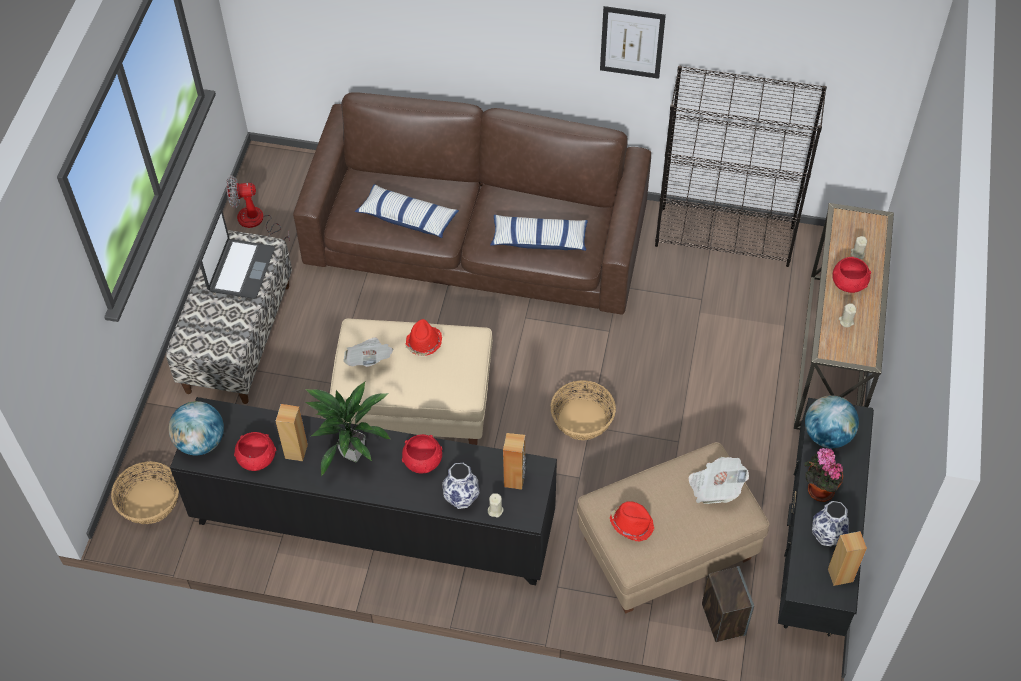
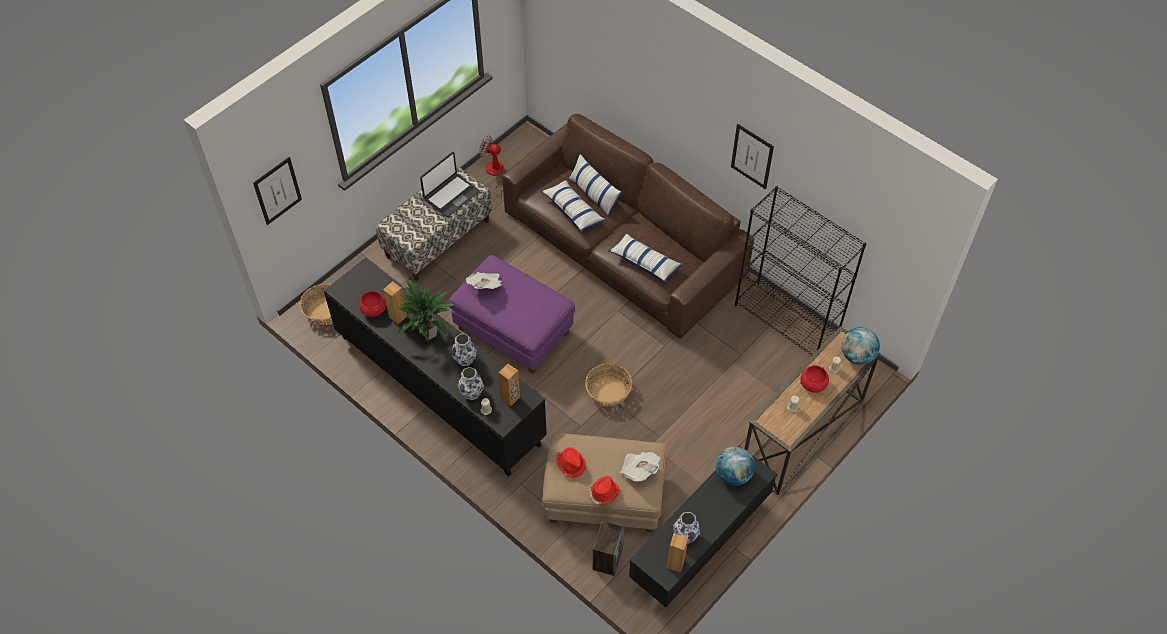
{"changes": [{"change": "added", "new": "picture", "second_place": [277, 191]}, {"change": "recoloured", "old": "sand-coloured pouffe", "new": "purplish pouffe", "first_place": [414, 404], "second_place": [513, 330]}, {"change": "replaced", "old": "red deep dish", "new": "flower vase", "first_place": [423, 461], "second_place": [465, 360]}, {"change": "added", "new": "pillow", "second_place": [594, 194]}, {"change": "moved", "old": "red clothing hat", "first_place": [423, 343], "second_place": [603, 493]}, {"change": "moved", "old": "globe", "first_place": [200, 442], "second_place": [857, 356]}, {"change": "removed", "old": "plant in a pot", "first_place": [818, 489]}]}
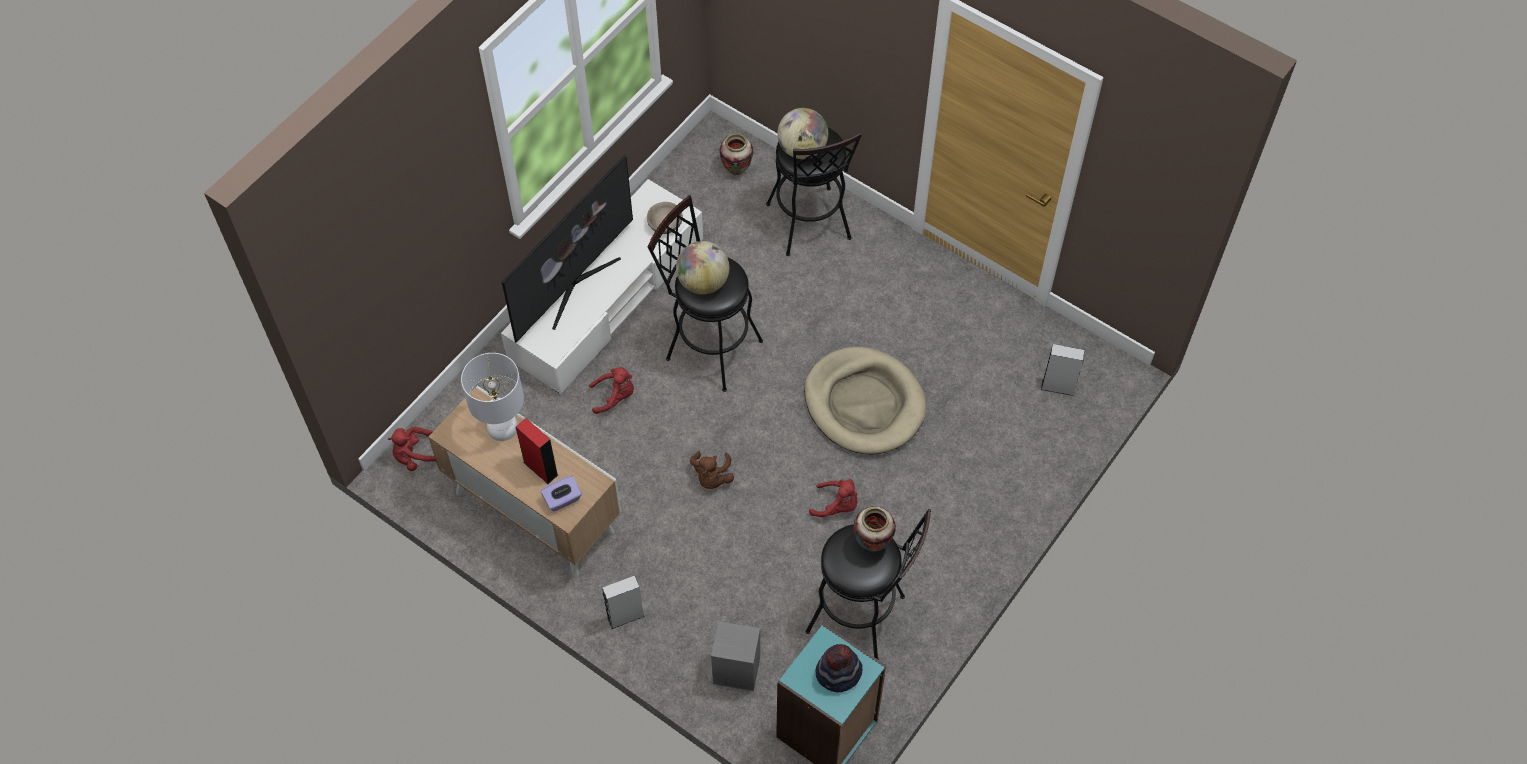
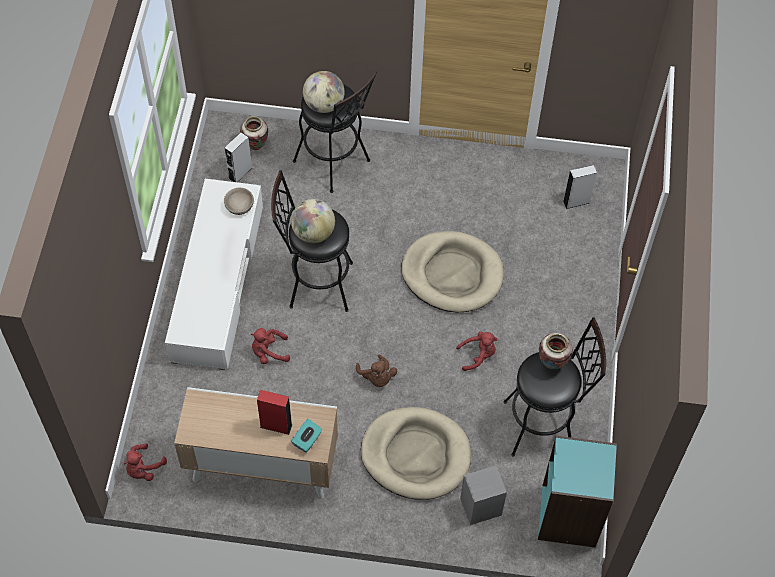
{"changes": [{"change": "moved", "old": "greyish audio speaker", "first_place": [625, 616], "second_place": [240, 173]}, {"change": "turned", "old": "red cuddly toy", "first_place": [615, 396], "second_place": [269, 352], "degrees": -150}, {"change": "recoloured", "old": "purplish box of tissues", "new": "turquoise-coloured box of tissues", "first_place": [562, 499], "second_place": [307, 440]}, {"change": "added", "new": "sand-coloured pet bed", "second_place": [416, 455]}, {"change": "removed", "old": "white-coloured lamp for a table", "first_place": [502, 426]}, {"change": "removed", "old": "television", "first_place": [574, 285]}, {"change": "removed", "old": "clothing hat", "first_place": [838, 673]}]}
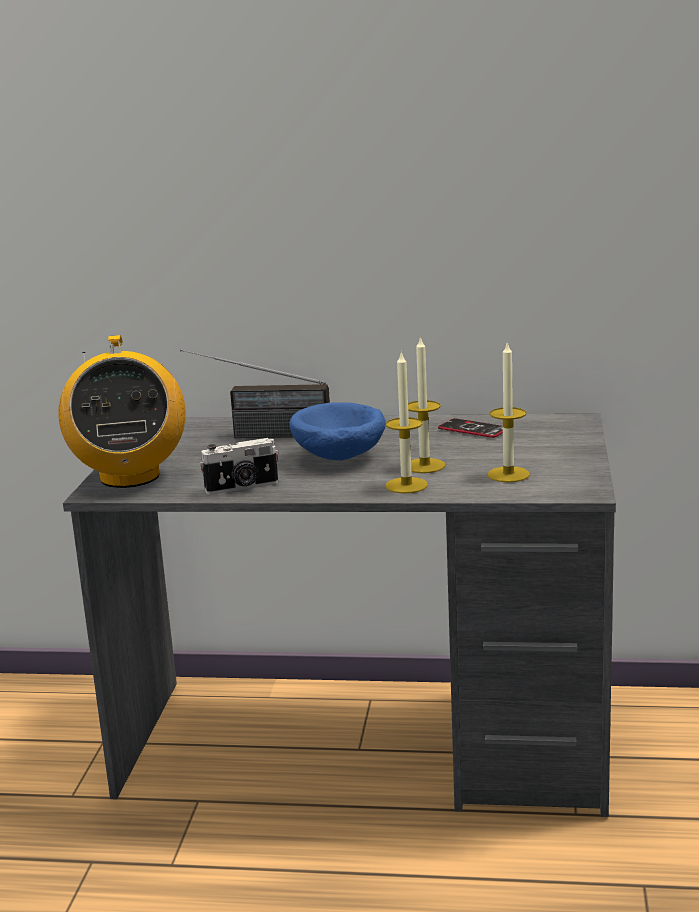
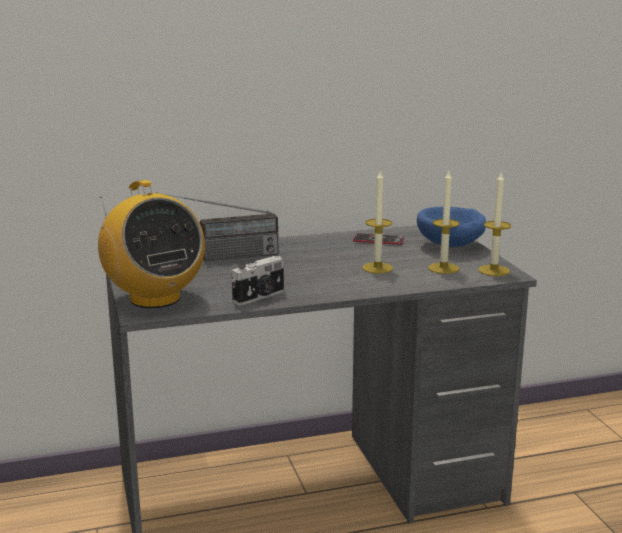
{"changes": [{"change": "moved", "old": "blue-coloured deep dish", "first_place": [338, 459], "second_place": [450, 246]}, {"change": "moved", "old": "candle", "first_place": [406, 485], "second_place": [494, 270]}]}
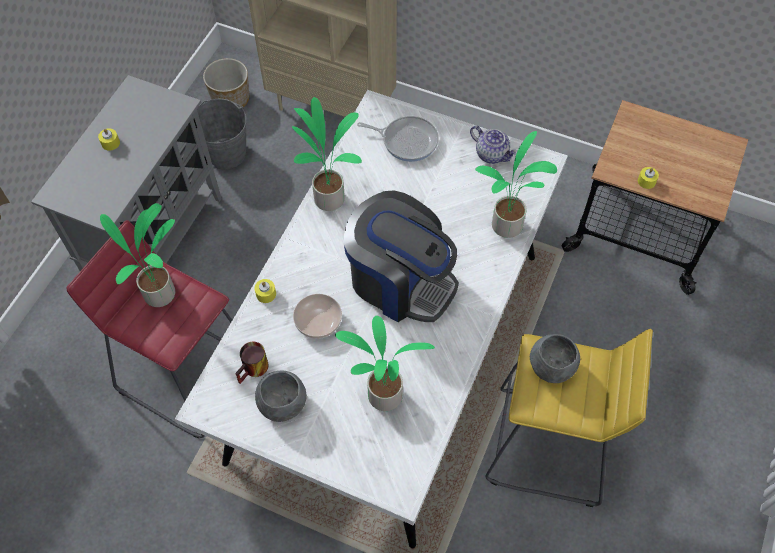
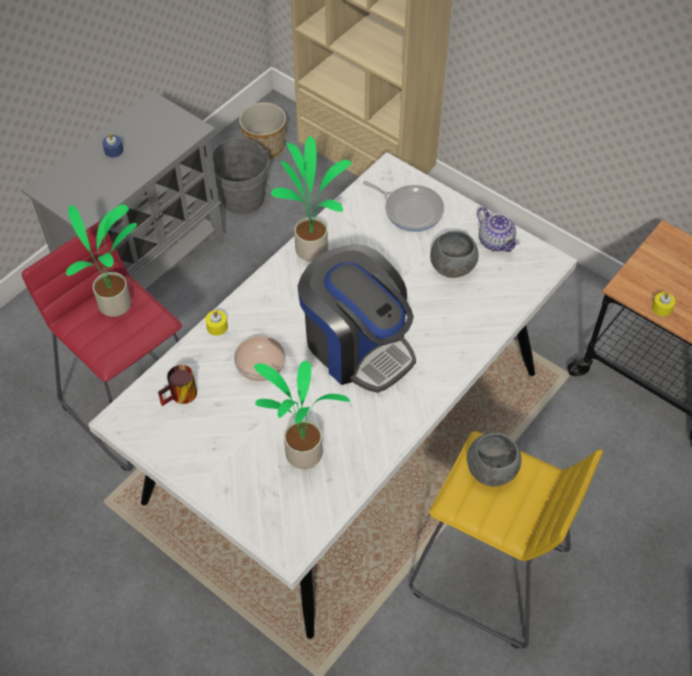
{"changes": [{"change": "recoloured", "old": "yellow-coloured candle", "new": "blue-coloured candle", "first_place": [110, 143], "second_place": [113, 150]}, {"change": "moved", "old": "greyish deep dish", "first_place": [282, 404], "second_place": [452, 267]}, {"change": "removed", "old": "plant in a pot", "first_place": [507, 228]}]}
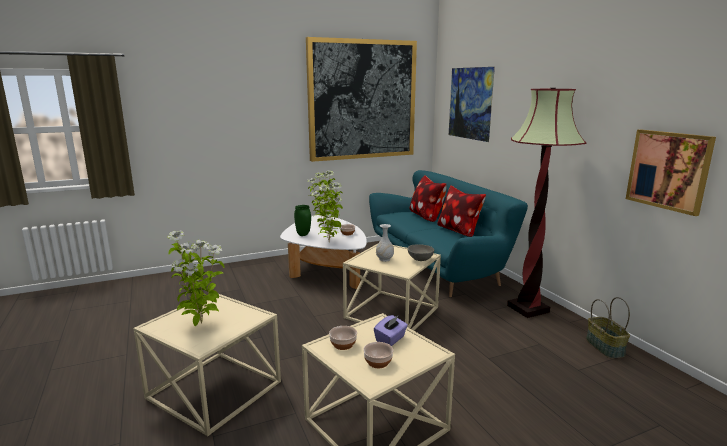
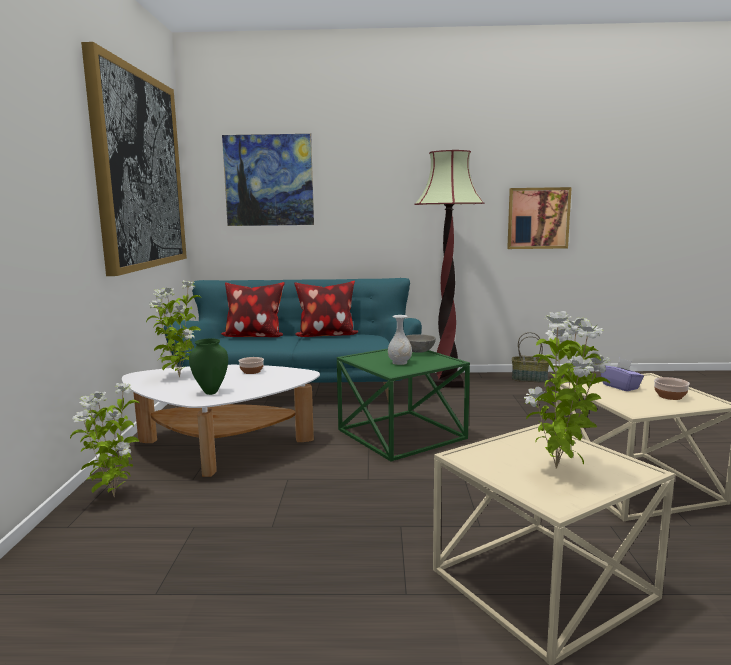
{"changes": [{"change": "moved", "old": "plant in a pot", "first_place": [329, 241], "second_place": [113, 496]}, {"change": "recoloured", "old": "sand-coloured accent table", "new": "greenish accent table", "first_place": [392, 312], "second_place": [401, 433]}, {"change": "removed", "old": "deep dish", "first_place": [343, 345]}]}
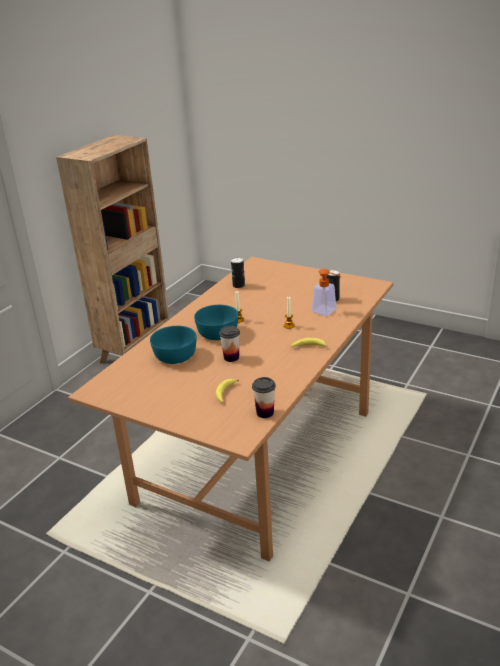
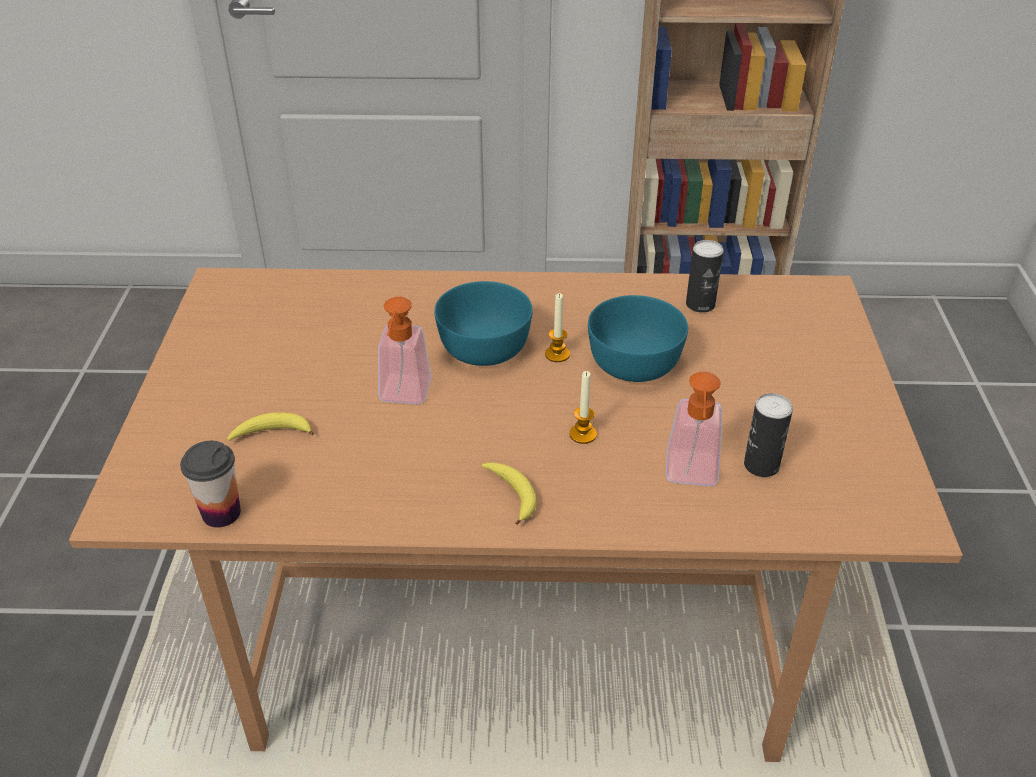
{"changes": [{"change": "replaced", "old": "small cup", "new": "liquid soap bottle", "first_place": [231, 357], "second_place": [403, 397]}, {"change": "moved", "old": "turquoise-coloured deep dish", "first_place": [176, 356], "second_place": [635, 363]}]}
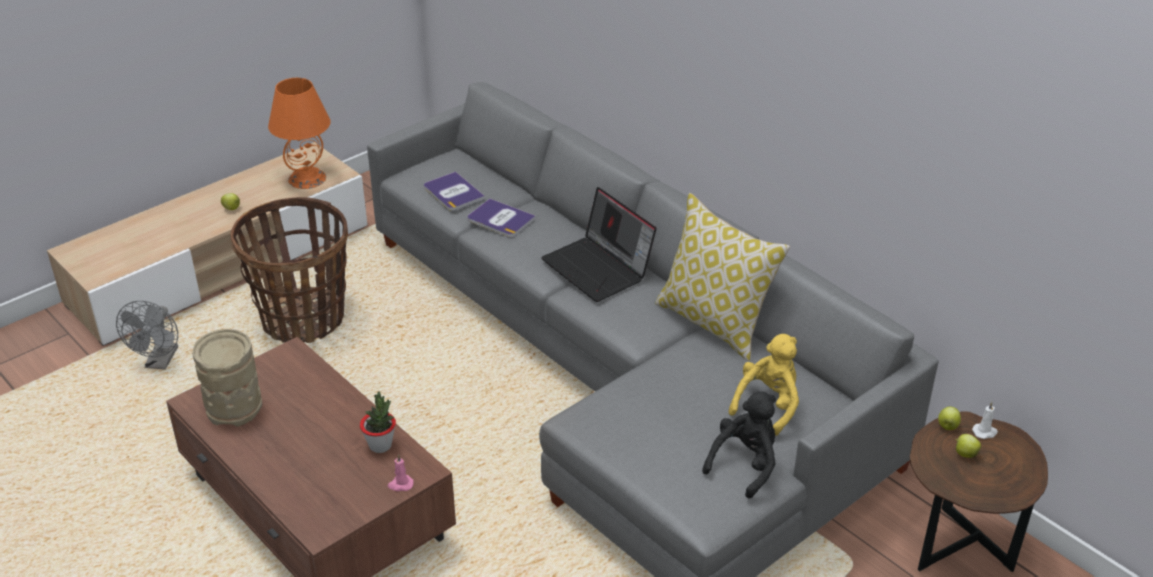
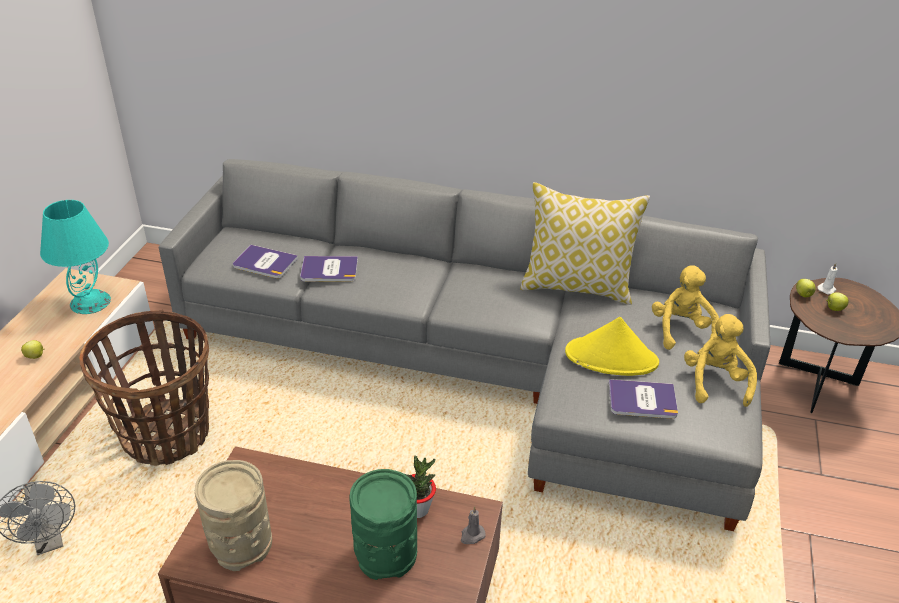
{"changes": [{"change": "recoloured", "old": "orange lamp for a table", "new": "turquoise-coloured lamp for a table", "first_place": [307, 179], "second_place": [90, 302]}, {"change": "added", "new": "greenish flower vase", "second_place": [386, 553]}, {"change": "recoloured", "old": "pink candle", "new": "greyish candle", "first_place": [400, 484], "second_place": [472, 535]}, {"change": "added", "new": "yellow-coloured clothing hat", "second_place": [611, 358]}, {"change": "added", "new": "book", "second_place": [642, 400]}, {"change": "recoloured", "old": "black-coloured cuddly toy", "new": "yellow-coloured cuddly toy", "first_place": [745, 464], "second_place": [715, 382]}, {"change": "removed", "old": "laptop", "first_place": [599, 268]}]}
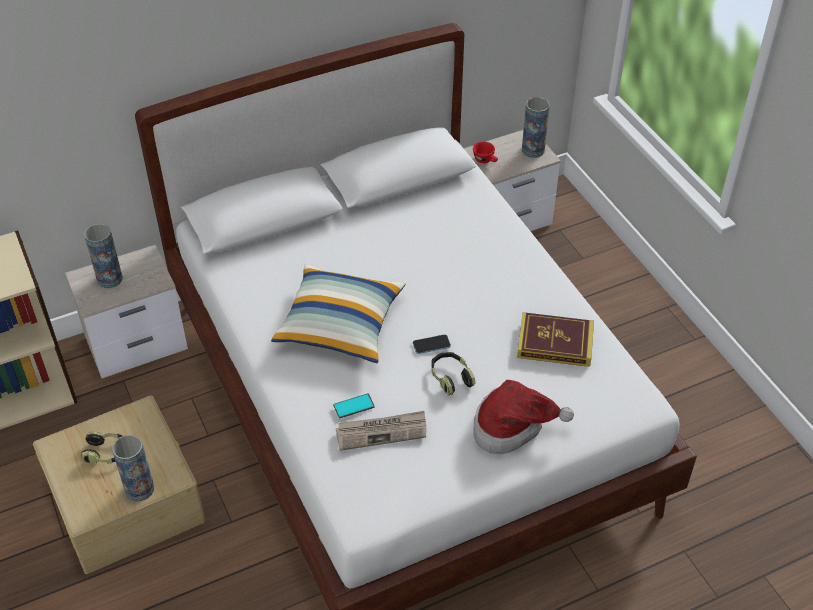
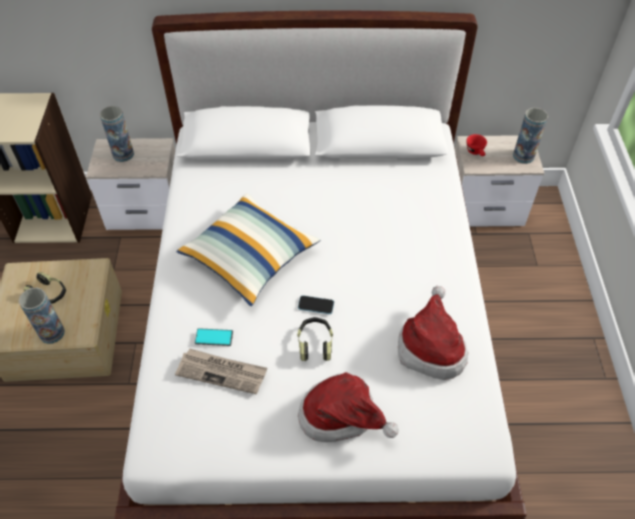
{"changes": [{"change": "replaced", "old": "book", "new": "clothing hat", "first_place": [555, 343], "second_place": [430, 347]}]}
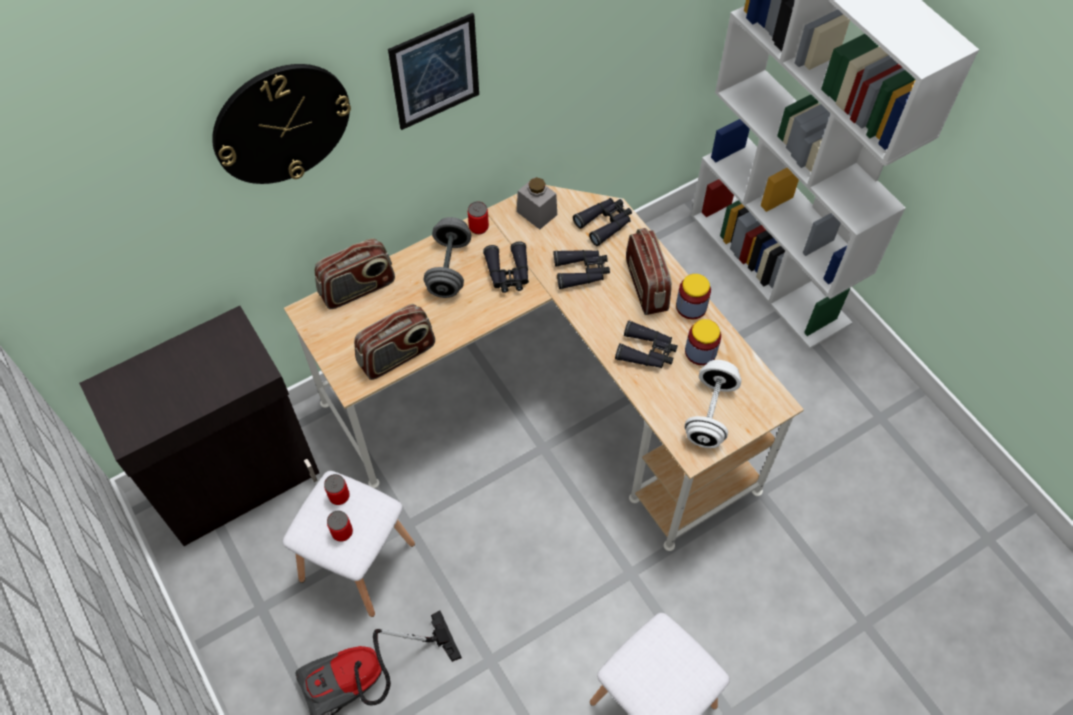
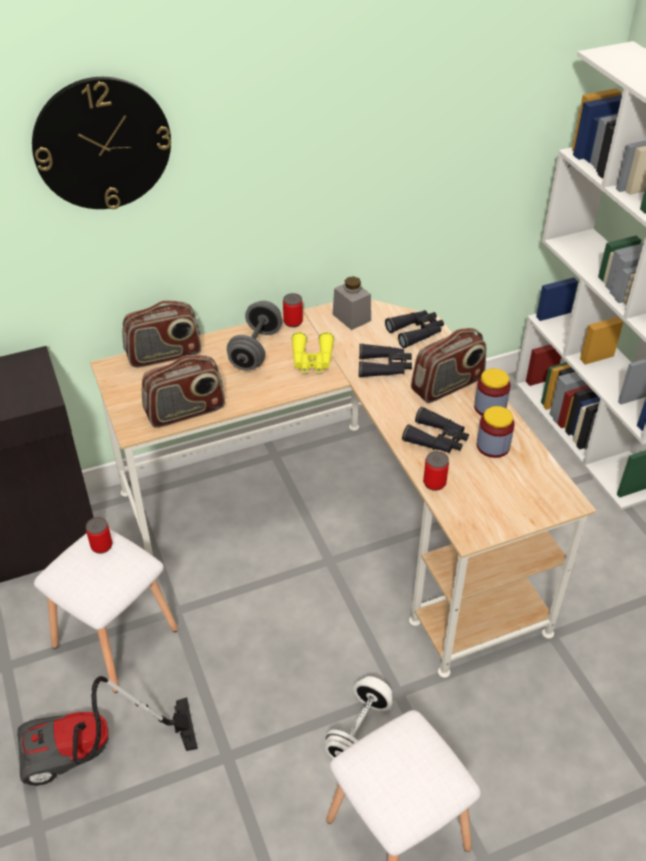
{"changes": [{"change": "recoloured", "old": "black-coloured binoculars", "new": "yellow-coloured binoculars", "first_place": [508, 273], "second_place": [312, 360]}, {"change": "moved", "old": "white-coloured free weight", "first_place": [710, 413], "second_place": [358, 730]}, {"change": "turned", "old": "radio set", "first_place": [646, 286], "second_place": [447, 386], "degrees": 60}, {"change": "moved", "old": "can", "first_place": [342, 532], "second_place": [434, 483]}, {"change": "removed", "old": "picture", "first_place": [435, 72]}]}
